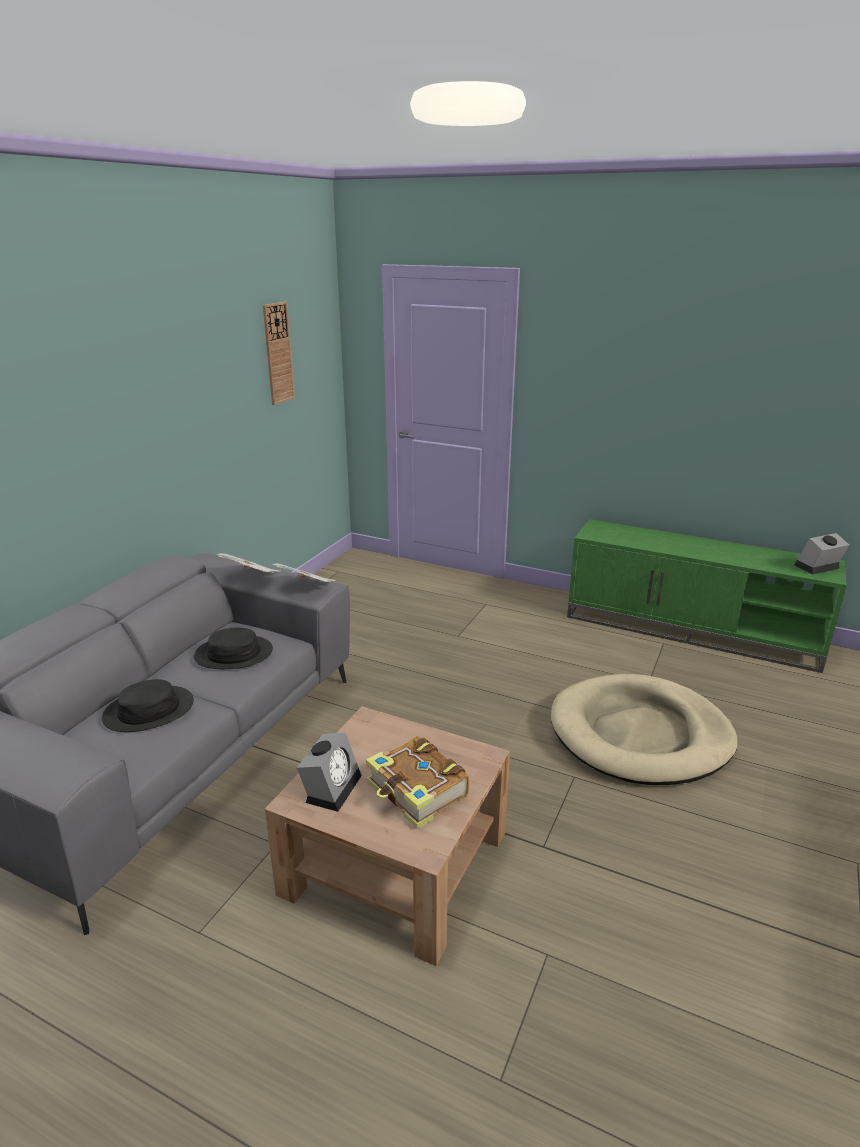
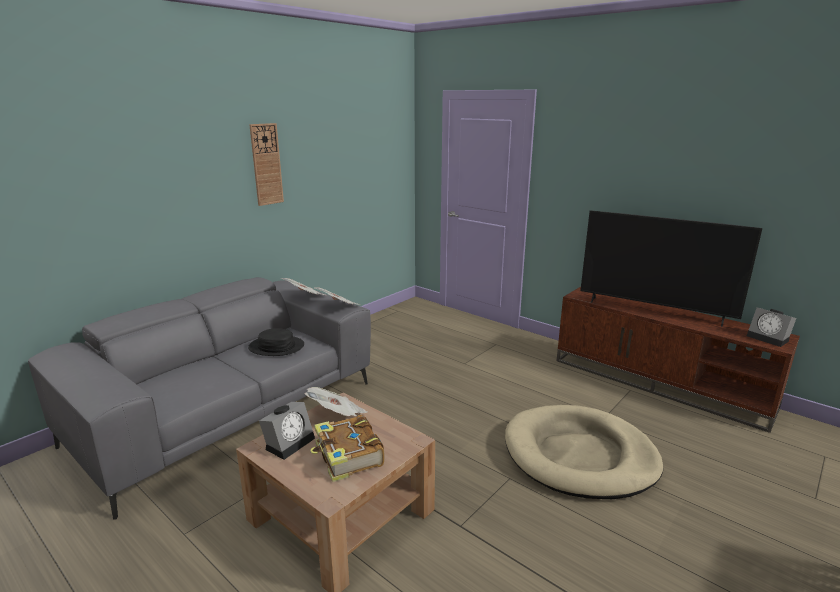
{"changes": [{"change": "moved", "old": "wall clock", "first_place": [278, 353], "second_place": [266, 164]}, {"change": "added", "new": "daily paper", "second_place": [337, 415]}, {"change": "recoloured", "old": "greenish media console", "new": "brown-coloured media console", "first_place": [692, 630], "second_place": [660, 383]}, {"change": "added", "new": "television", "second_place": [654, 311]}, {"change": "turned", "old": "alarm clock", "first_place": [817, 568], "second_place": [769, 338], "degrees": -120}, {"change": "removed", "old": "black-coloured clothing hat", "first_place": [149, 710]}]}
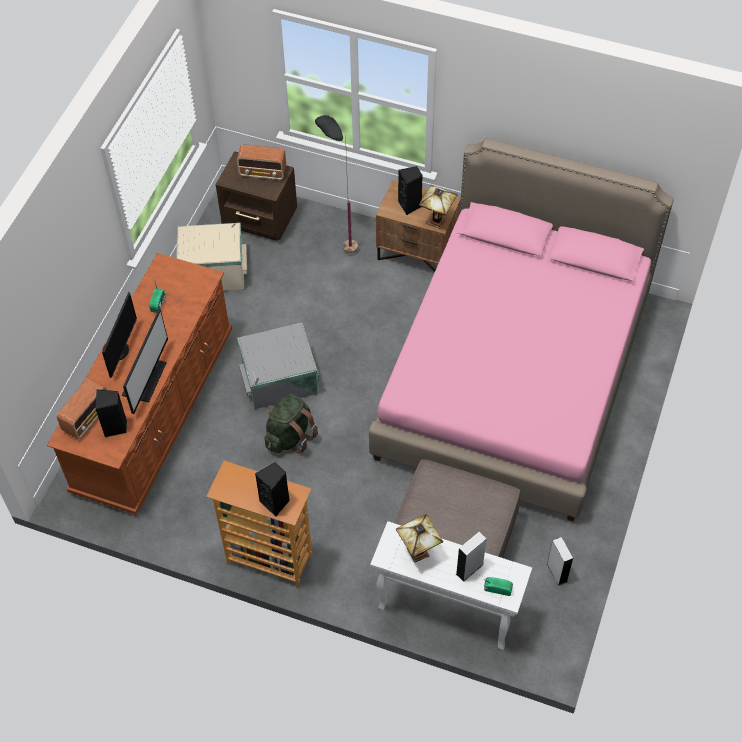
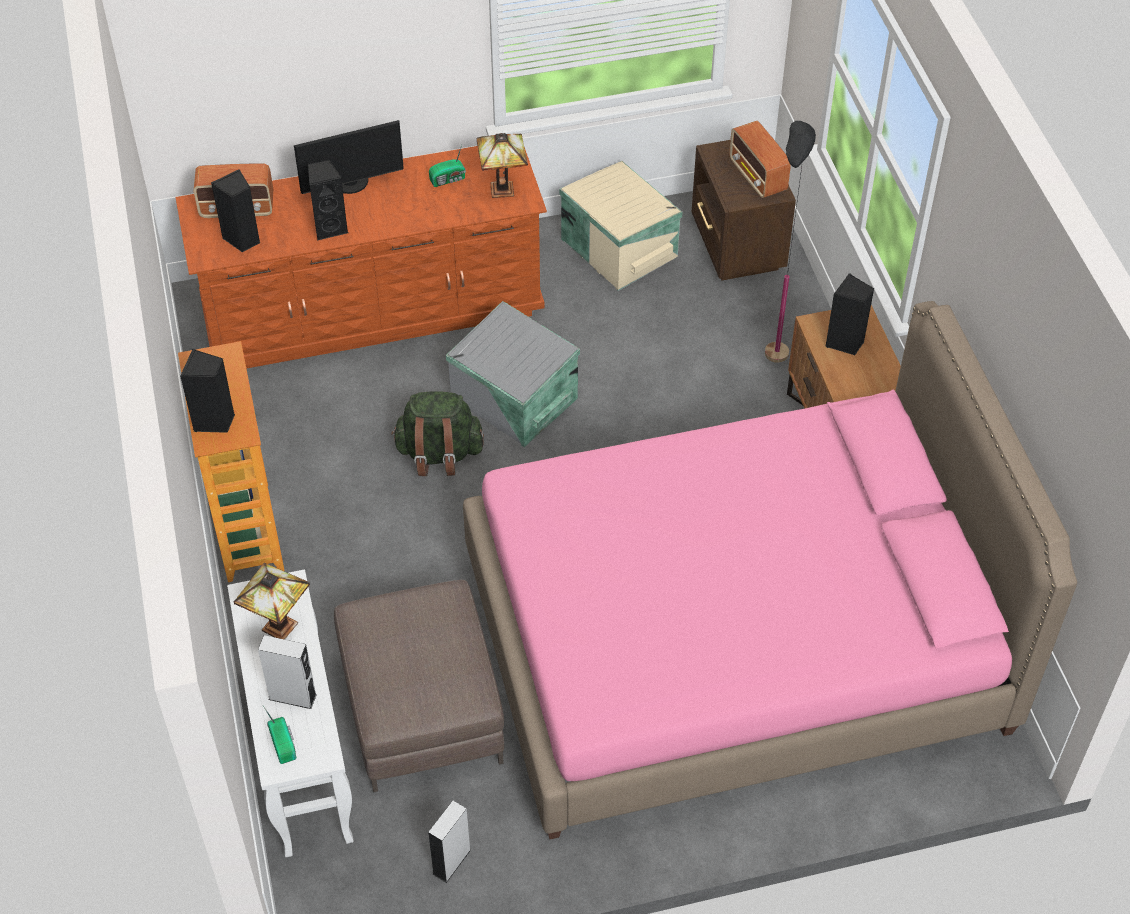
{"changes": [{"change": "replaced", "old": "monitor", "new": "black-coloured audio speaker", "first_place": [145, 379], "second_place": [330, 227]}, {"change": "moved", "old": "lamp for a table", "first_place": [436, 220], "second_place": [504, 188]}]}
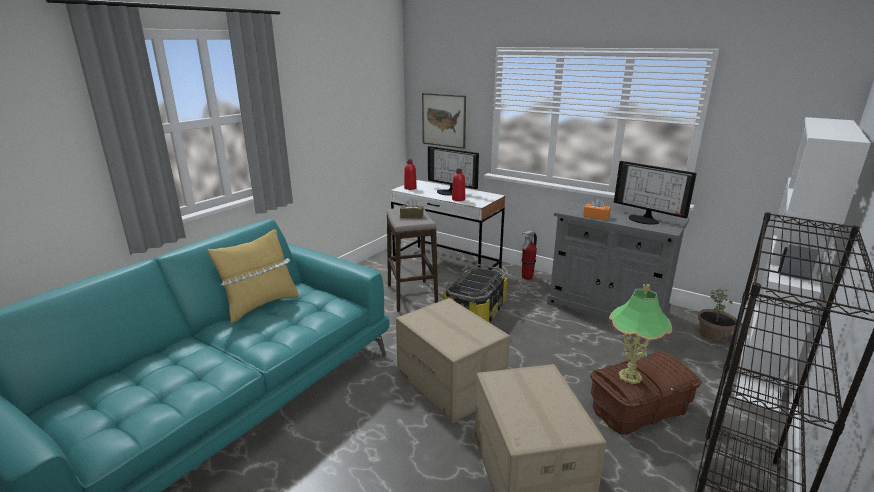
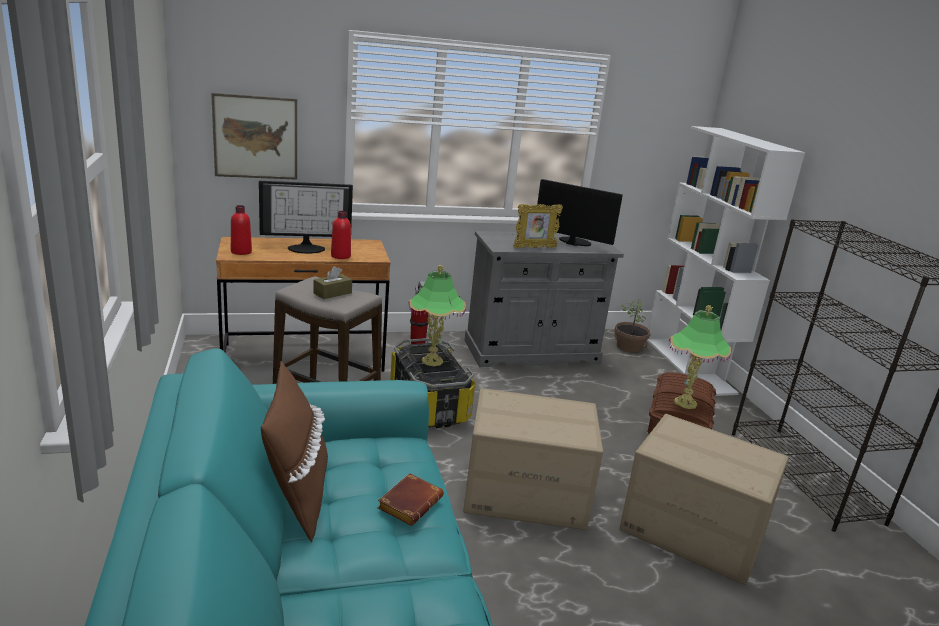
{"changes": [{"change": "recoloured", "old": "white-coloured desk unit", "new": "brown-coloured desk unit", "first_place": [446, 265], "second_place": [304, 358]}, {"change": "recoloured", "old": "yellow-coloured pillow", "new": "brown-coloured pillow", "first_place": [260, 305], "second_place": [297, 498]}, {"change": "added", "new": "brown-coloured book", "second_place": [409, 502]}, {"change": "added", "new": "lamp for a table", "second_place": [432, 361]}, {"change": "replaced", "old": "orange box of tissues", "new": "photo frame", "first_place": [596, 216], "second_place": [534, 248]}, {"change": "turned", "old": "monitor", "first_place": [645, 219], "second_place": [573, 242], "degrees": -150}]}
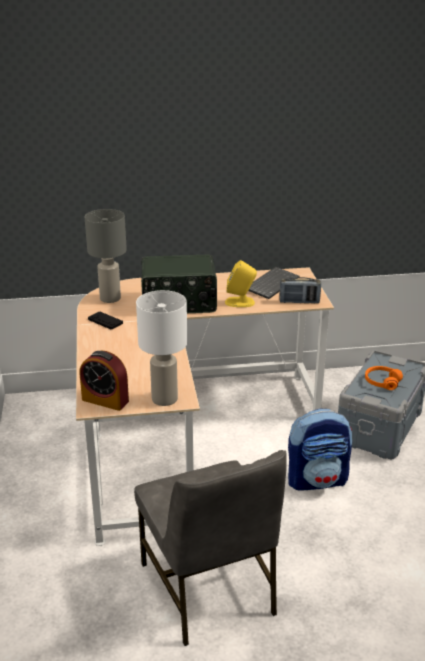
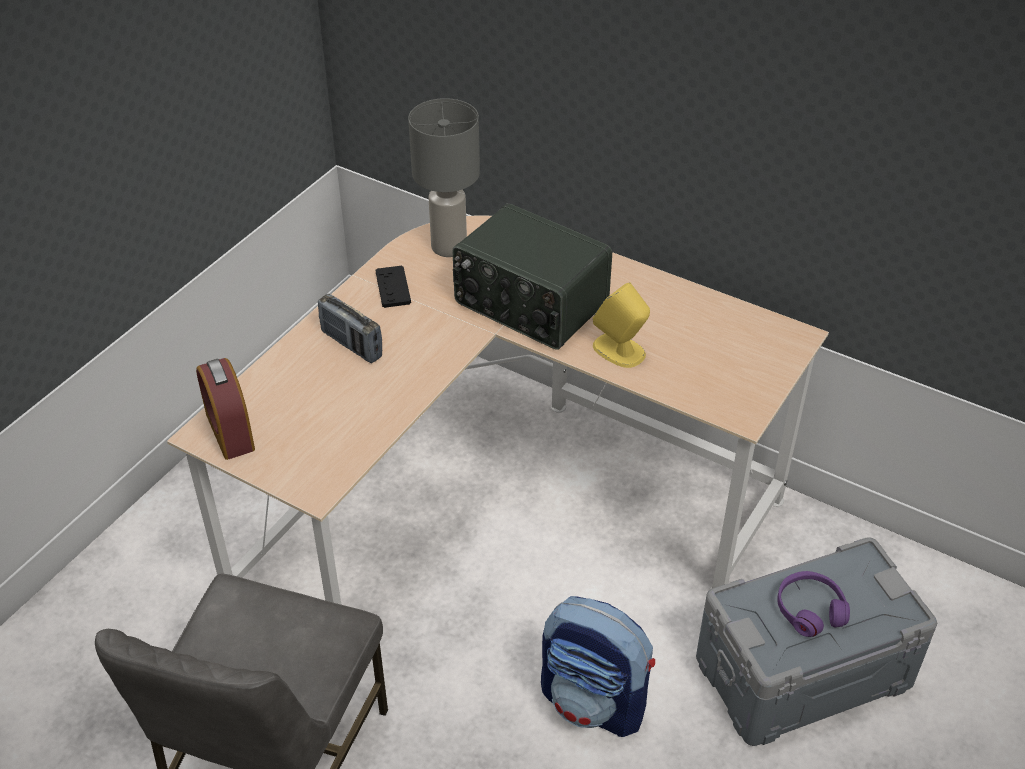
{"changes": [{"change": "moved", "old": "radio set", "first_place": [299, 302], "second_place": [351, 345]}, {"change": "recoloured", "old": "orange headset", "new": "purplish headset", "first_place": [382, 382], "second_place": [809, 609]}, {"change": "removed", "old": "white-coloured lamp for a table", "first_place": [164, 399]}, {"change": "removed", "old": "PC keyboard", "first_place": [271, 284]}]}
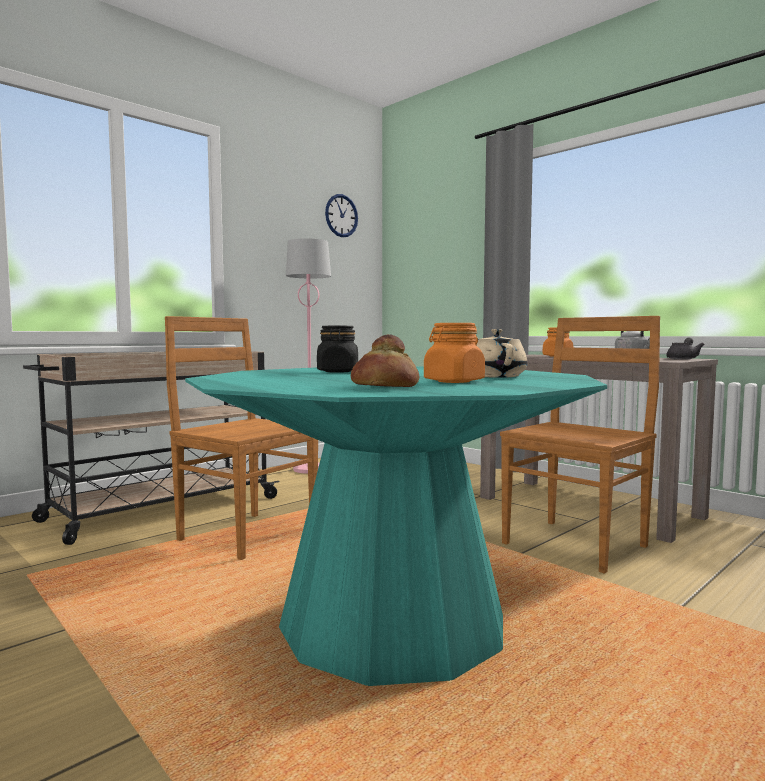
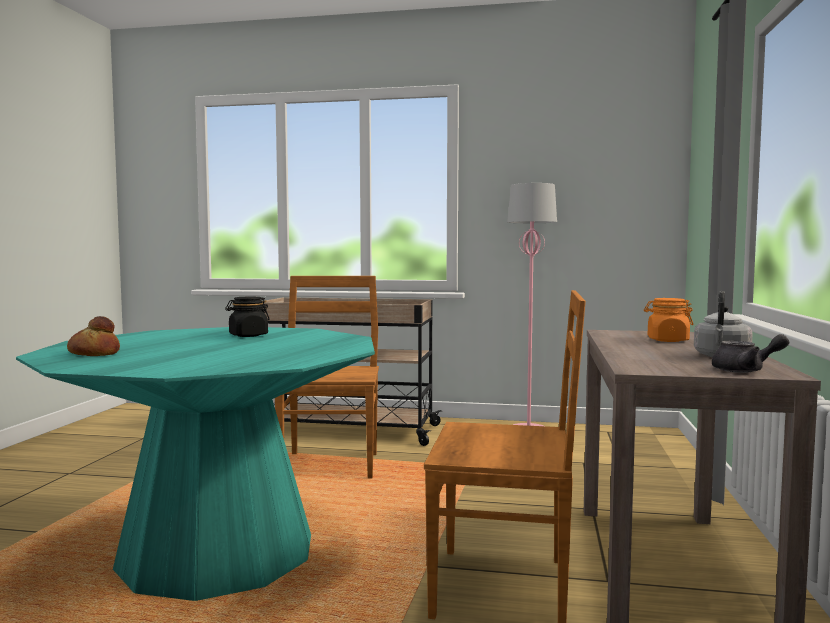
{"changes": [{"change": "removed", "old": "wall clock", "first_place": [341, 215]}, {"change": "removed", "old": "orange jar", "first_place": [453, 381]}, {"change": "removed", "old": "sand-coloured teapot", "first_place": [495, 376]}]}
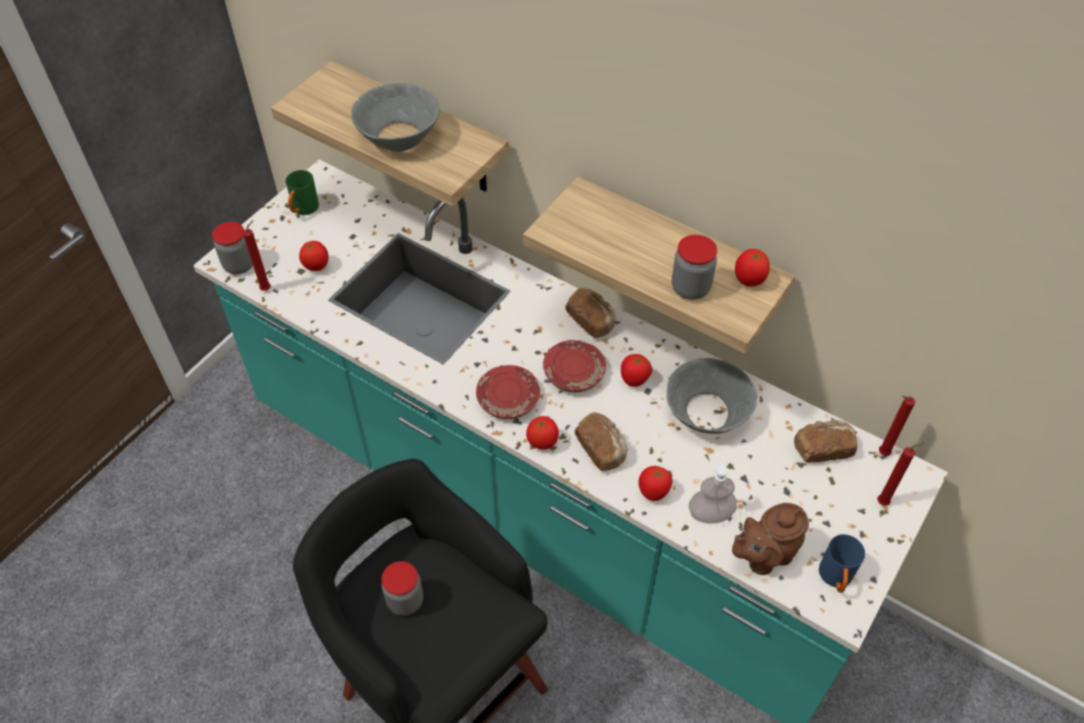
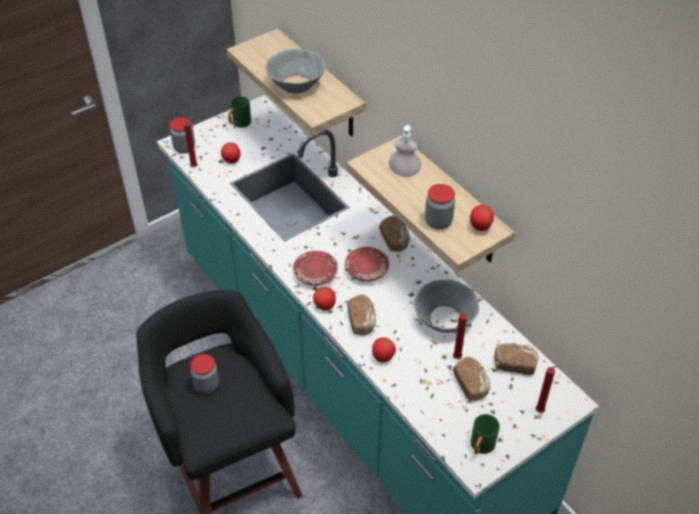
{"changes": [{"change": "moved", "old": "liquid soap bottle", "first_place": [710, 514], "second_place": [404, 172]}, {"change": "moved", "old": "red candle", "first_place": [881, 453], "second_place": [455, 357]}, {"change": "added", "new": "bakery bread", "second_place": [471, 384]}, {"change": "recoloured", "old": "blue-coloured tea mug", "new": "greenish tea mug", "first_place": [835, 579], "second_place": [480, 447]}, {"change": "removed", "old": "fresh tomato", "first_place": [634, 381]}, {"change": "removed", "old": "brown-coloured teapot", "first_place": [763, 556]}]}
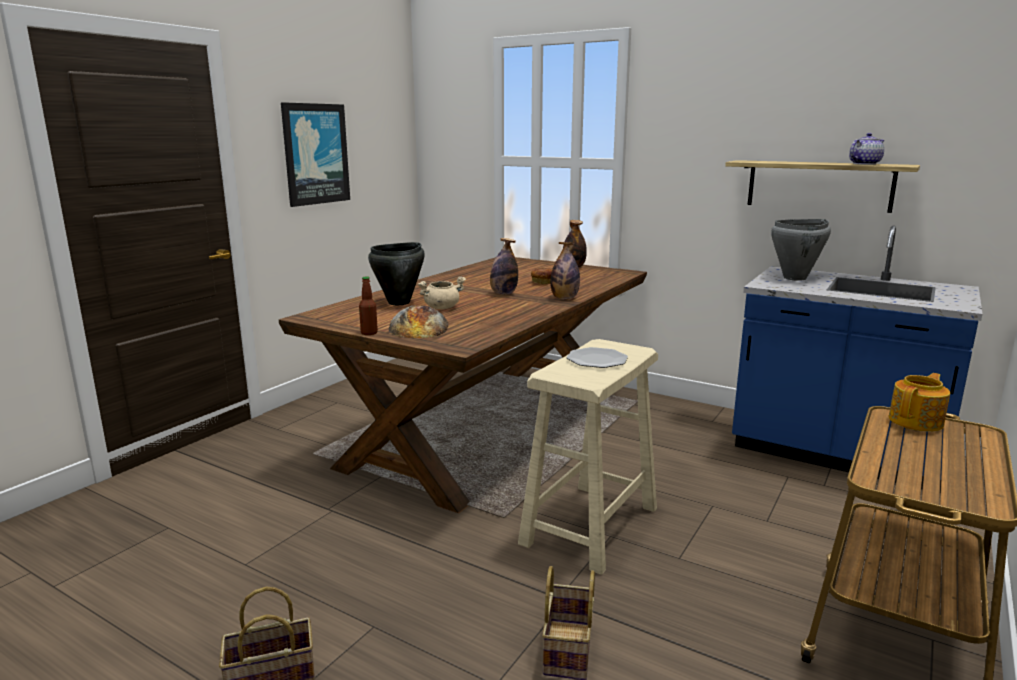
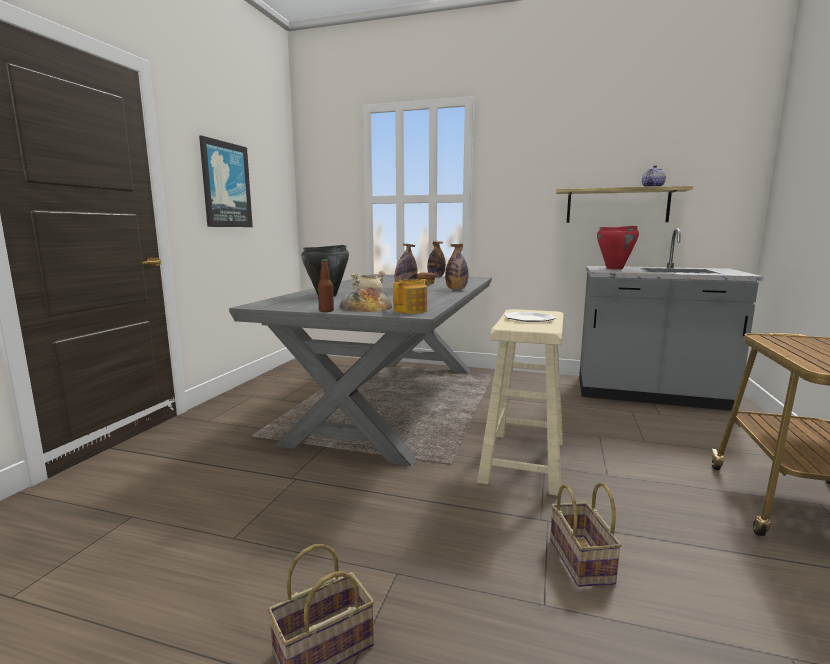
{"changes": [{"change": "recoloured", "old": "brown-coloured dining table", "new": "greyish dining table", "first_place": [489, 426], "second_place": [393, 401]}, {"change": "moved", "old": "teapot", "first_place": [917, 421], "second_place": [411, 310]}, {"change": "recoloured", "old": "blue-coloured kitchen base unit", "new": "greyish kitchen base unit", "first_place": [835, 455], "second_place": [649, 395]}, {"change": "recoloured", "old": "greyish stockpot", "new": "red stockpot", "first_place": [795, 278], "second_place": [615, 268]}]}
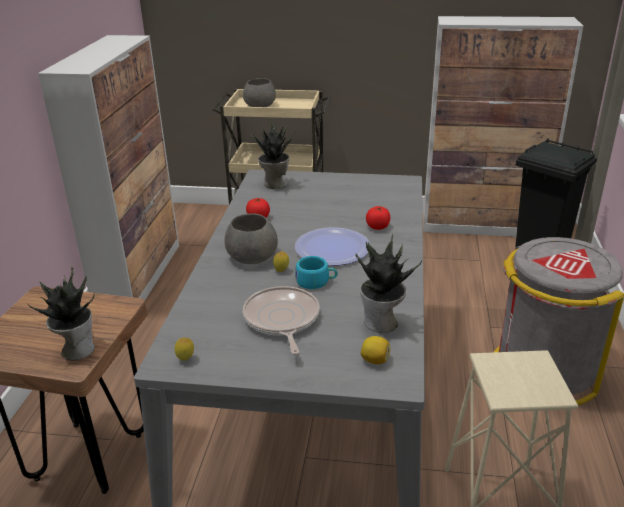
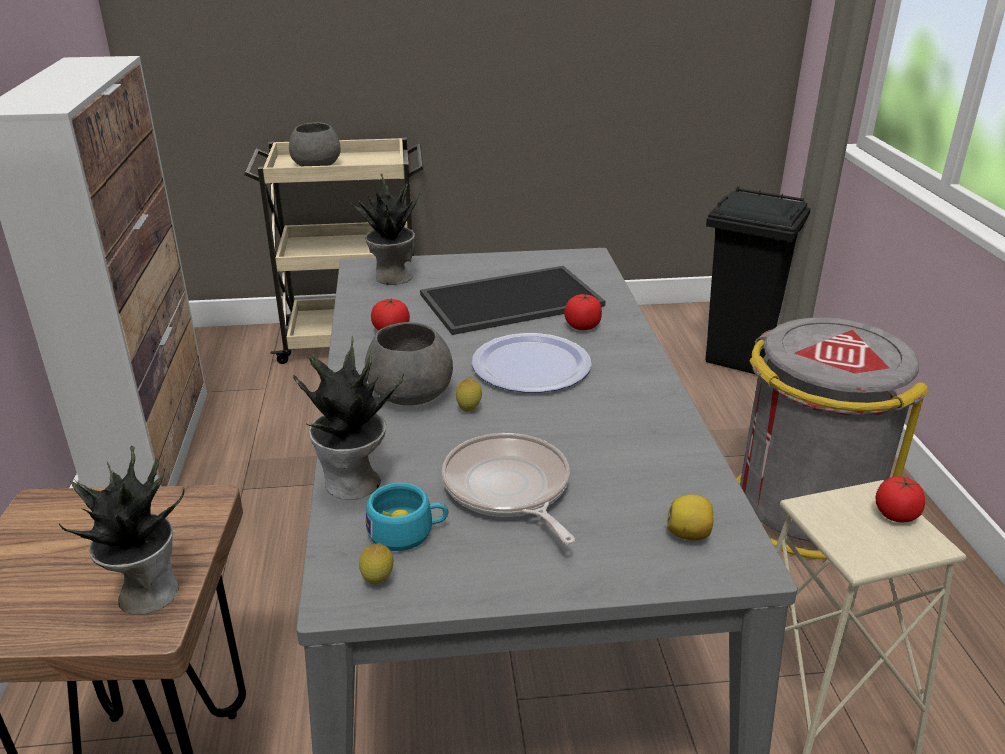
{"changes": [{"change": "moved", "old": "plant in a pot", "first_place": [381, 323], "second_place": [353, 484]}, {"change": "moved", "old": "turquoise-coloured small cup", "first_place": [316, 282], "second_place": [408, 532]}, {"change": "added", "new": "serving tray", "second_place": [512, 299]}, {"change": "added", "new": "fresh tomato", "second_place": [896, 514]}, {"change": "removed", "old": "cupboard", "first_place": [482, 226]}]}
